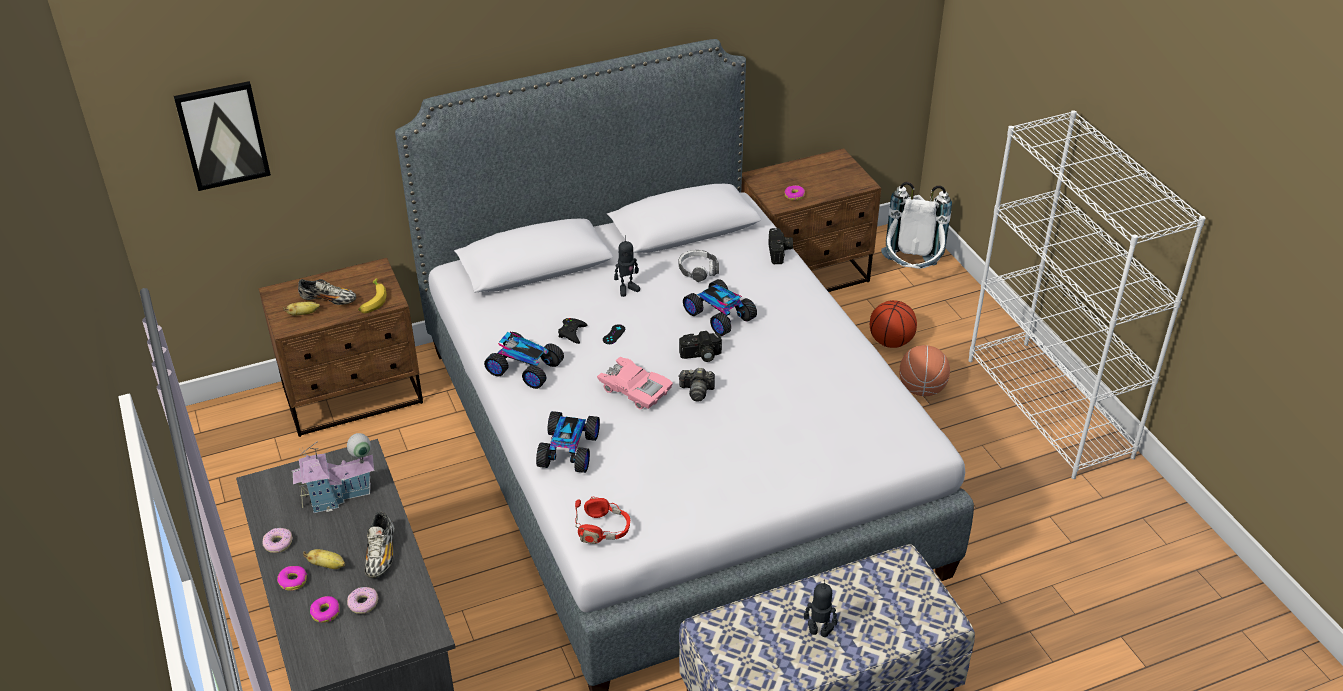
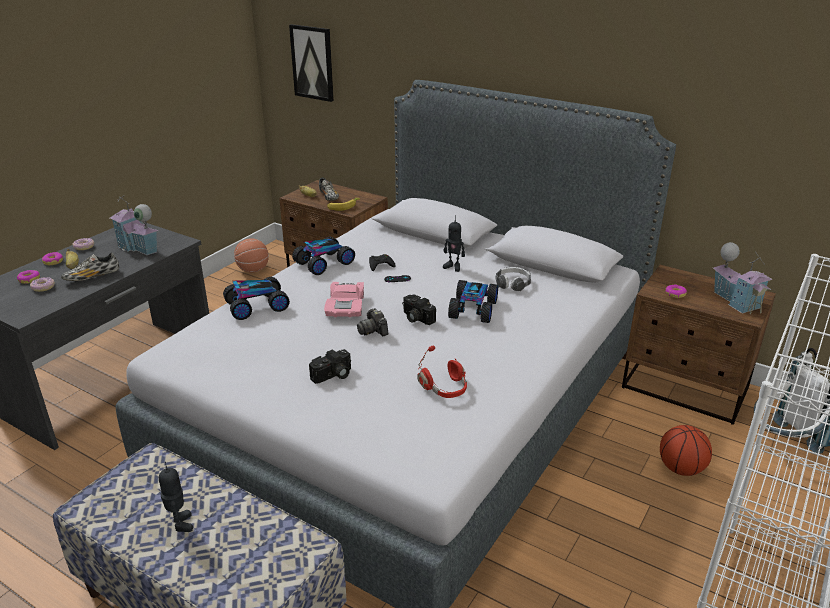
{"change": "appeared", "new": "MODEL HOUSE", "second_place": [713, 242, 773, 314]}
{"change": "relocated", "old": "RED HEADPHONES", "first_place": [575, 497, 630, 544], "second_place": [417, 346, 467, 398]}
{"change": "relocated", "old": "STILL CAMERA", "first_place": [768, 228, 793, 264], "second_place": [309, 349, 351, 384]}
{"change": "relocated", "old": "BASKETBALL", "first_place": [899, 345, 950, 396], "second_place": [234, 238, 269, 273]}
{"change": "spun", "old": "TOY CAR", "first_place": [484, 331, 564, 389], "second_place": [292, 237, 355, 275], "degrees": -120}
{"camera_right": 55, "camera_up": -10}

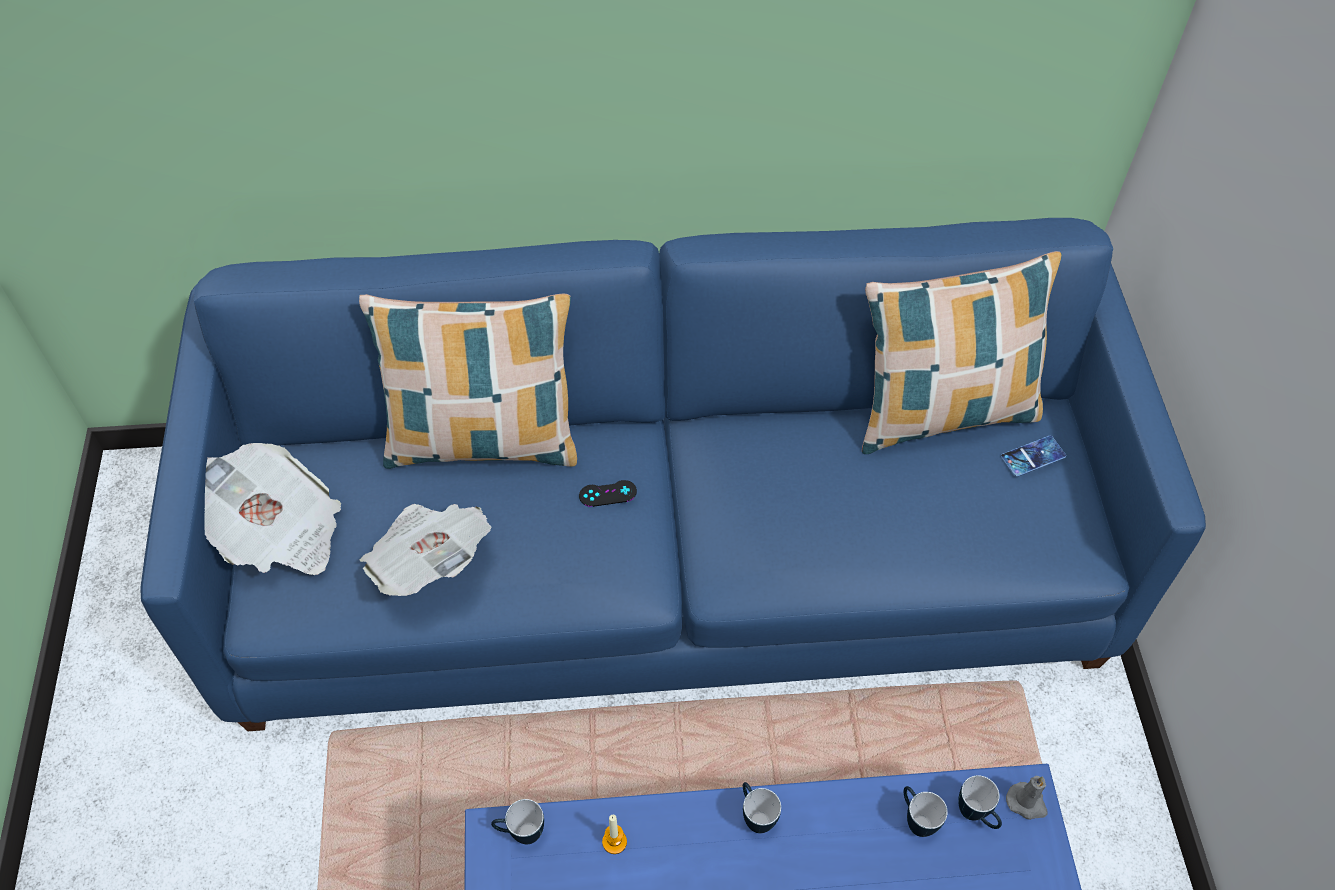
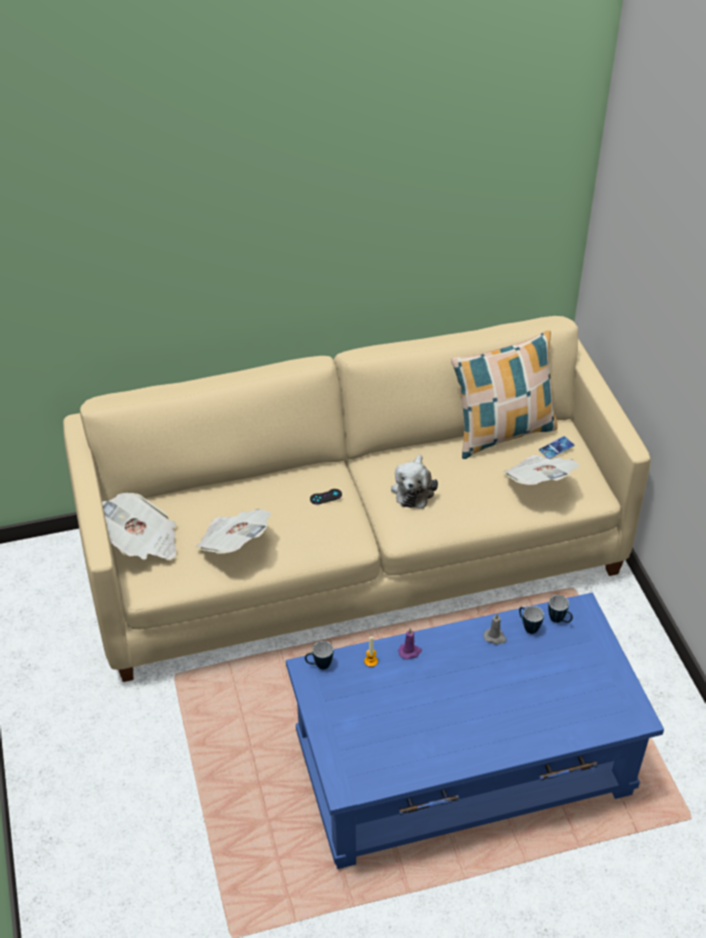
{"change": "missing", "old": "CUSHION", "first_place": [359, 294, 577, 469]}
{"change": "missing", "old": "TEA MUG", "first_place": [743, 782, 781, 833]}
{"change": "appeared", "new": "PLUSH TOY", "second_place": [391, 455, 438, 509]}
{"change": "appeared", "new": "PURPLE-COLOURED WAX CANDLE", "second_place": [398, 628, 422, 660]}
{"change": "appeared", "new": "DAILY PAPER", "second_place": [503, 455, 580, 485]}
{"change": "relocated", "old": "GREY WAX CANDLE", "first_place": [1006, 776, 1048, 820], "second_place": [483, 613, 507, 645]}
{"change": "colour", "old": "BLUE SETTEE", "new": "BEIGE-COLOURED SETTEE", "first_place": [140, 218, 1206, 731], "second_place": [63, 316, 651, 682]}
{"camera_right": -10, "camera_up": -10}

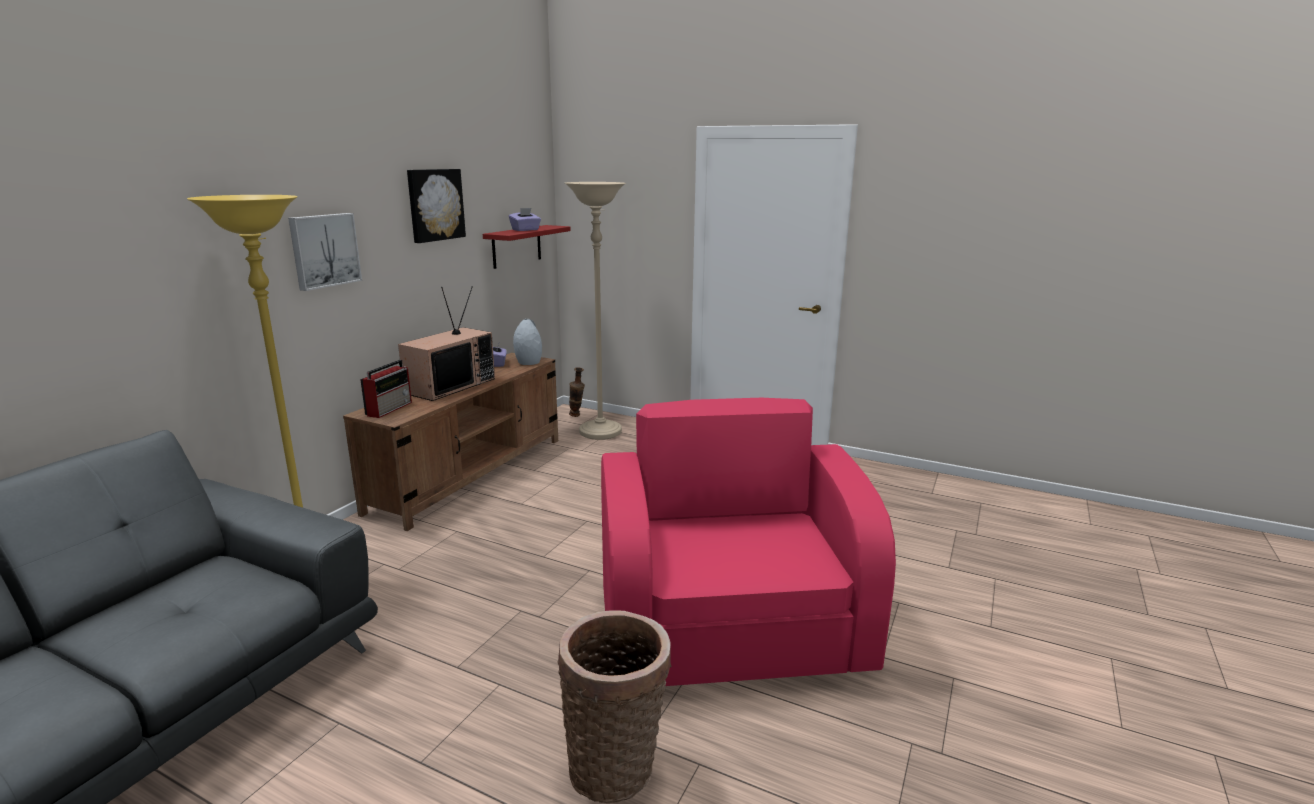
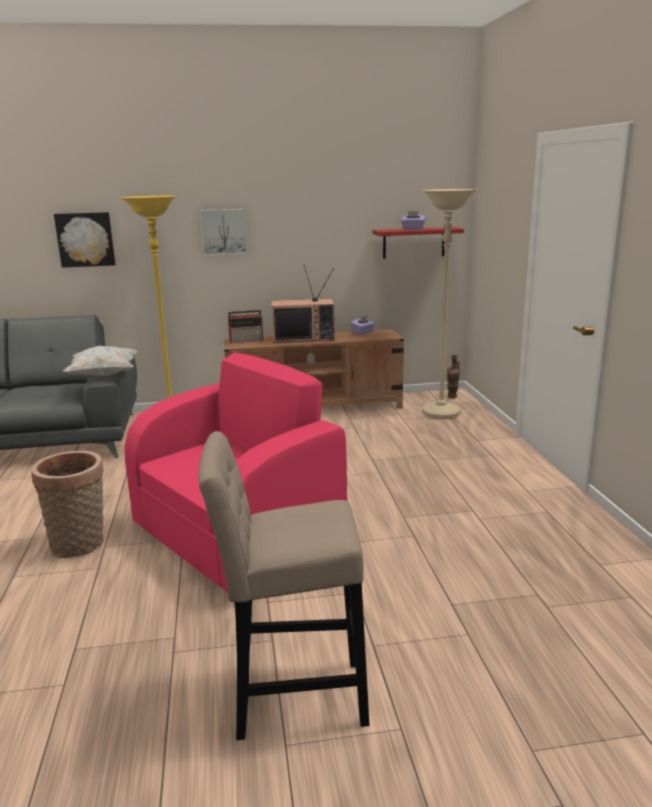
{"change": "missing", "old": "GREY VASE", "first_place": [513, 319, 542, 365]}
{"change": "appeared", "new": "WHITISH CUSHION", "second_place": [63, 346, 138, 376]}
{"change": "appeared", "new": "BEIGE-COLOURED STOOL", "second_place": [198, 431, 369, 740]}
{"change": "relocated", "old": "WALL PICTURE", "first_place": [407, 169, 466, 243], "second_place": [54, 212, 115, 268]}
{"camera_right": 55, "camera_up": 0}

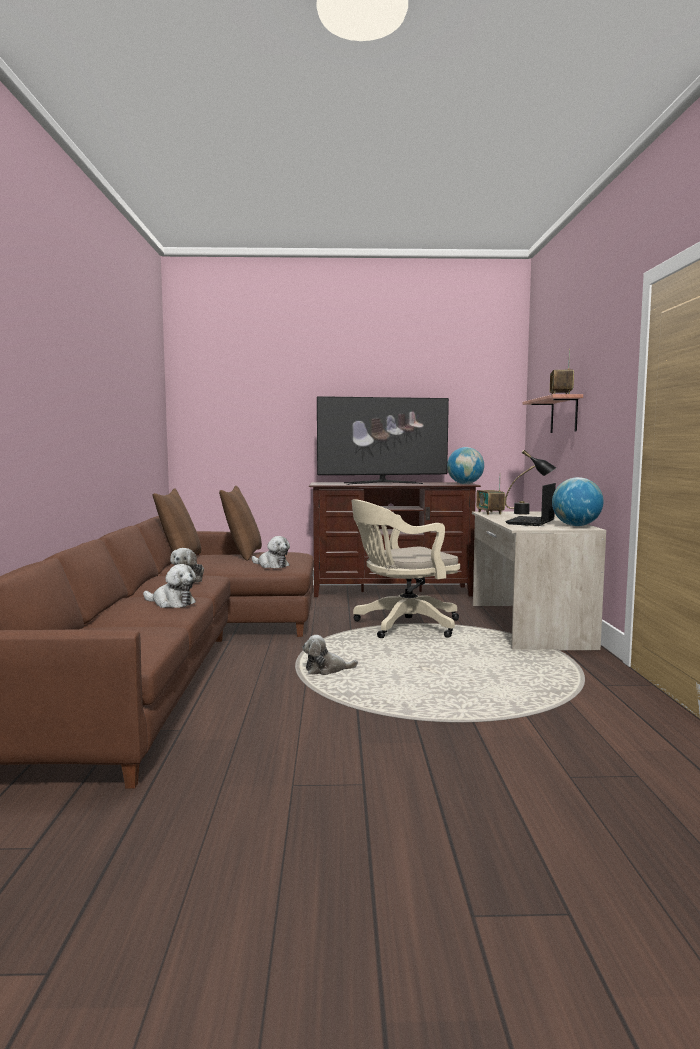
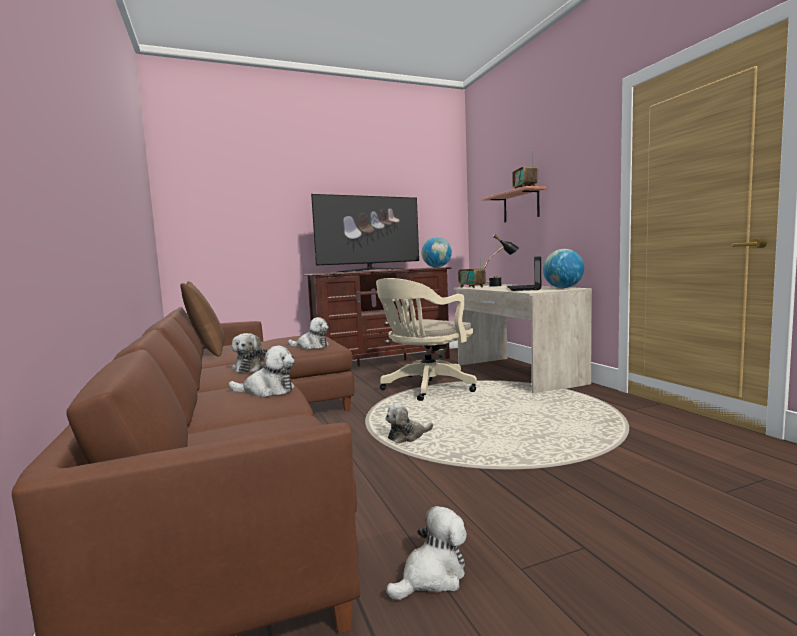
{"change": "missing", "old": "BROWN CUSHION", "first_place": [219, 486, 262, 561]}
{"change": "appeared", "new": "PLUSH TOY", "second_place": [386, 506, 467, 600]}
{"camera_right": -20, "camera_up": 0}

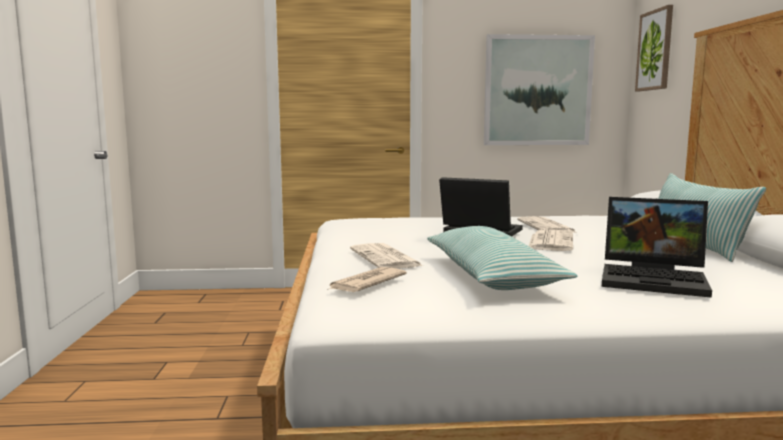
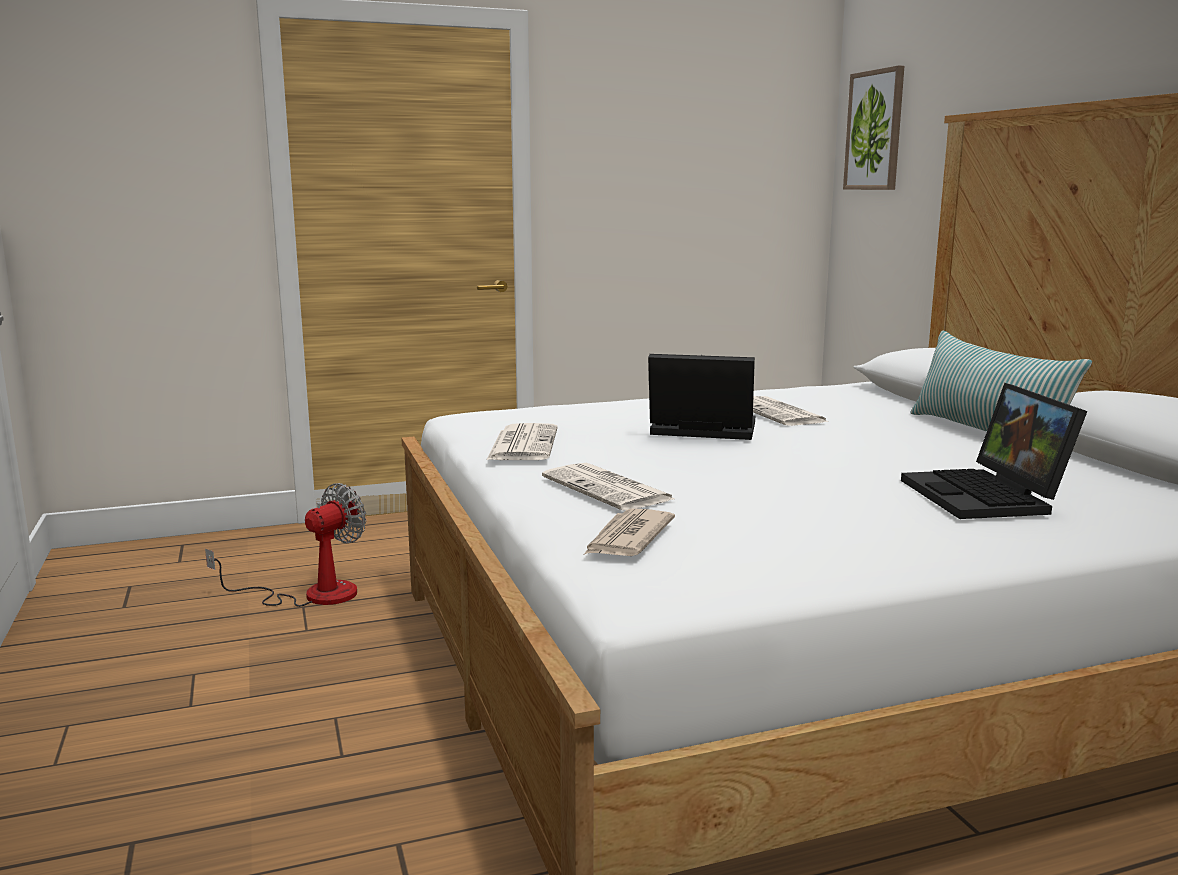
{"change": "missing", "old": "CUSHION", "first_place": [427, 226, 577, 290]}
{"change": "missing", "old": "WALL PICTURE", "first_place": [484, 34, 595, 145]}
{"change": "appeared", "new": "ELECTRIC FAN", "second_place": [205, 483, 366, 607]}
{"change": "relocated", "old": "DAILY PAPER", "first_place": [529, 230, 573, 251], "second_place": [486, 423, 558, 460]}
{"change": "spun", "old": "PORTABLE COMPUTER", "first_place": [602, 197, 712, 298], "second_place": [901, 383, 1087, 519], "degrees": 75}
{"camera_right": -15, "camera_up": 5}

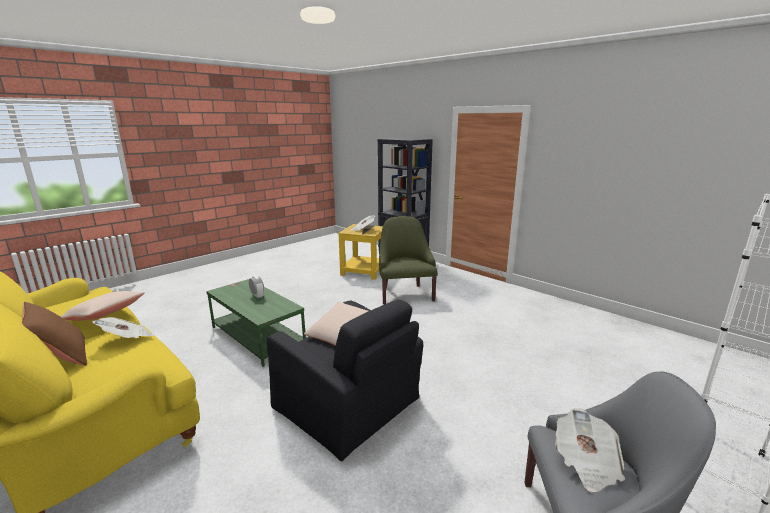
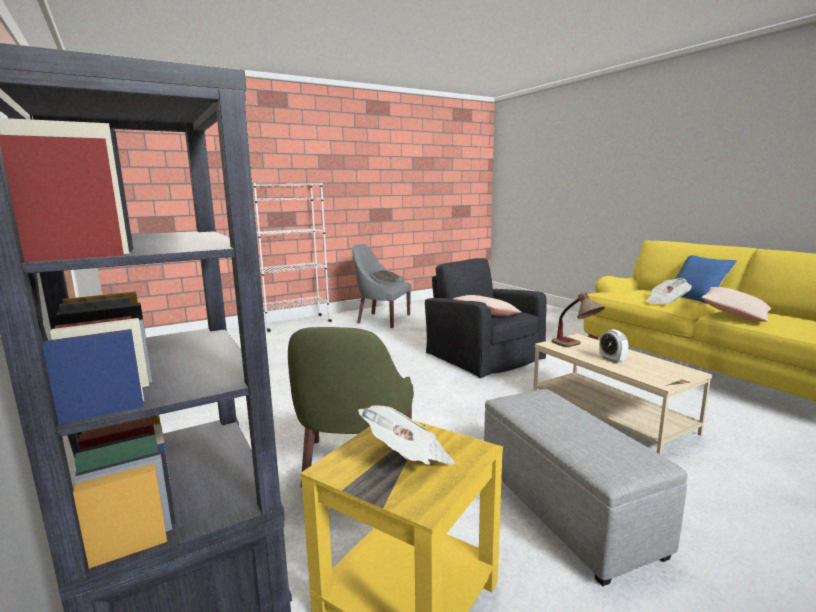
{"change": "appeared", "new": "GREY FOOTREST", "second_place": [484, 389, 688, 587]}
{"change": "appeared", "new": "TABLE LAMP", "second_place": [552, 292, 605, 347]}
{"change": "colour", "old": "BROWN CUSHION", "new": "BLUE CUSHION", "first_place": [22, 302, 87, 366], "second_place": [675, 255, 737, 304]}
{"change": "colour", "old": "GREEN-COLOURED LOW TABLE", "new": "BEIGE-COLOURED LOW TABLE", "first_place": [206, 279, 306, 367], "second_place": [533, 334, 712, 455]}
{"camera_right": -165, "camera_up": -5}

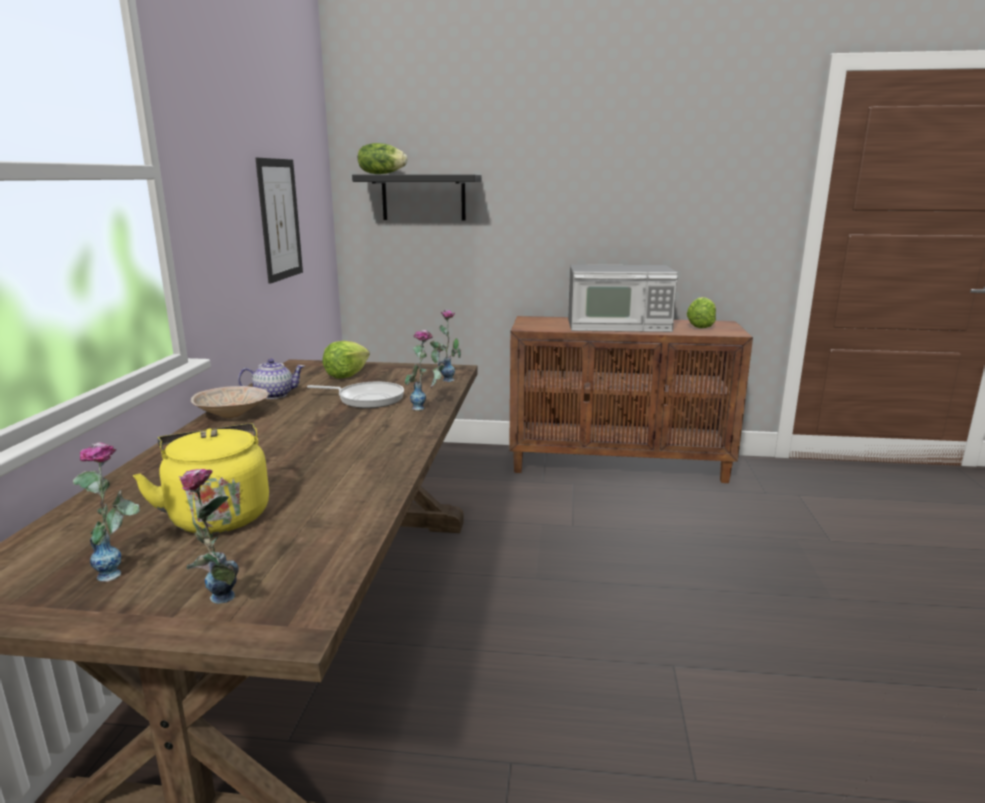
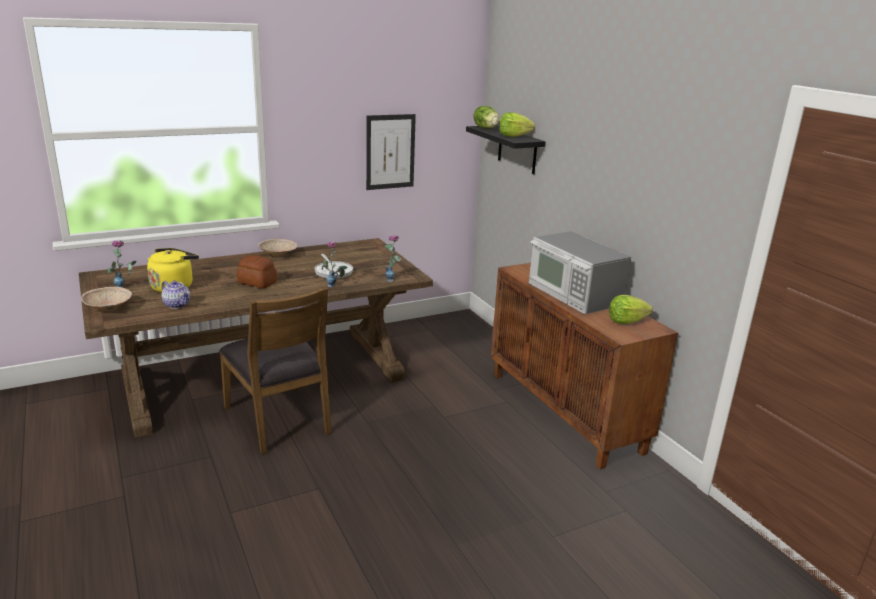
{"change": "appeared", "new": "BROWN PLAIN CHAIR", "second_place": [219, 286, 332, 455]}
{"change": "appeared", "new": "BAKERY BREAD", "second_place": [237, 255, 277, 288]}
{"change": "relocated", "old": "TEA POT", "first_place": [238, 359, 305, 399], "second_place": [161, 281, 190, 309]}
{"change": "relocated", "old": "HEAD OF LETTUCE", "first_place": [322, 341, 370, 378], "second_place": [499, 112, 535, 137]}
{"change": "exchanged", "old": "VASE", "new": "BEIGE-COLOURED DEEP DISH", "first_place": [178, 469, 239, 604], "second_place": [81, 287, 132, 310]}
{"camera_right": 55, "camera_up": 5}

